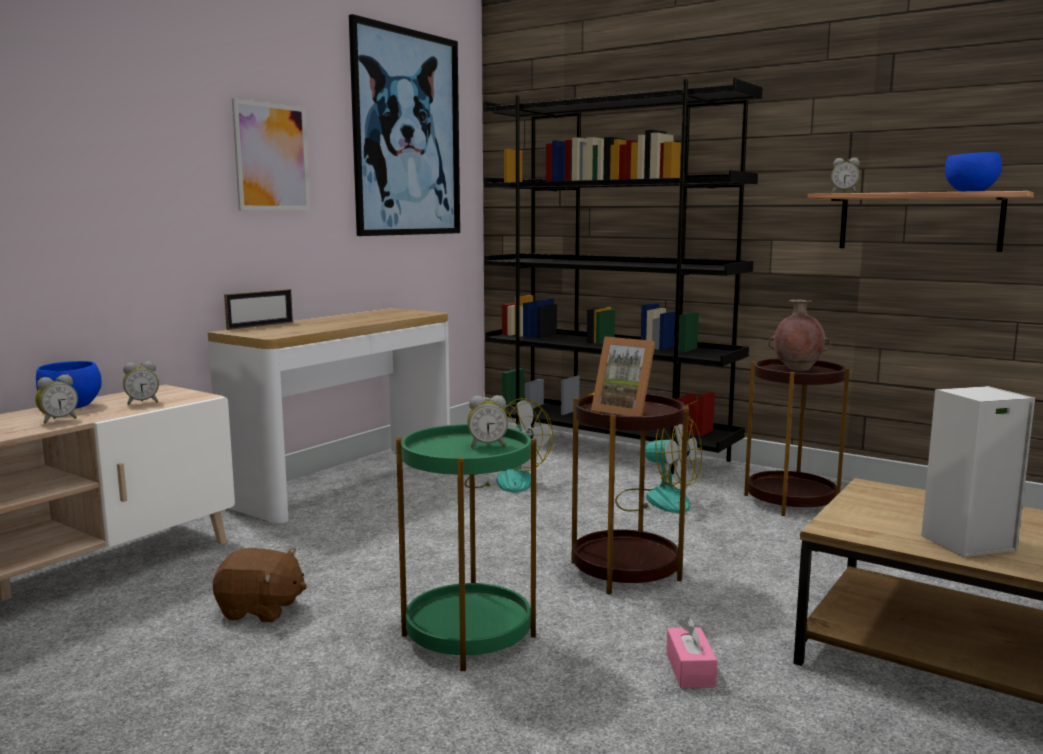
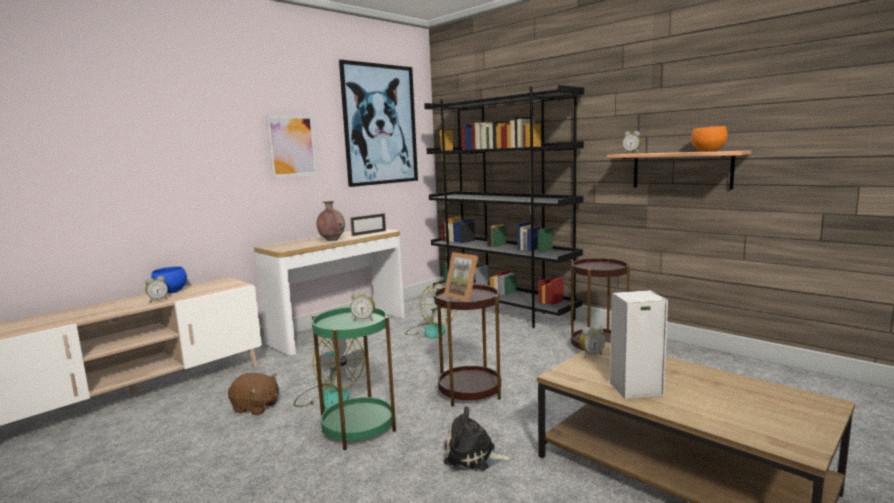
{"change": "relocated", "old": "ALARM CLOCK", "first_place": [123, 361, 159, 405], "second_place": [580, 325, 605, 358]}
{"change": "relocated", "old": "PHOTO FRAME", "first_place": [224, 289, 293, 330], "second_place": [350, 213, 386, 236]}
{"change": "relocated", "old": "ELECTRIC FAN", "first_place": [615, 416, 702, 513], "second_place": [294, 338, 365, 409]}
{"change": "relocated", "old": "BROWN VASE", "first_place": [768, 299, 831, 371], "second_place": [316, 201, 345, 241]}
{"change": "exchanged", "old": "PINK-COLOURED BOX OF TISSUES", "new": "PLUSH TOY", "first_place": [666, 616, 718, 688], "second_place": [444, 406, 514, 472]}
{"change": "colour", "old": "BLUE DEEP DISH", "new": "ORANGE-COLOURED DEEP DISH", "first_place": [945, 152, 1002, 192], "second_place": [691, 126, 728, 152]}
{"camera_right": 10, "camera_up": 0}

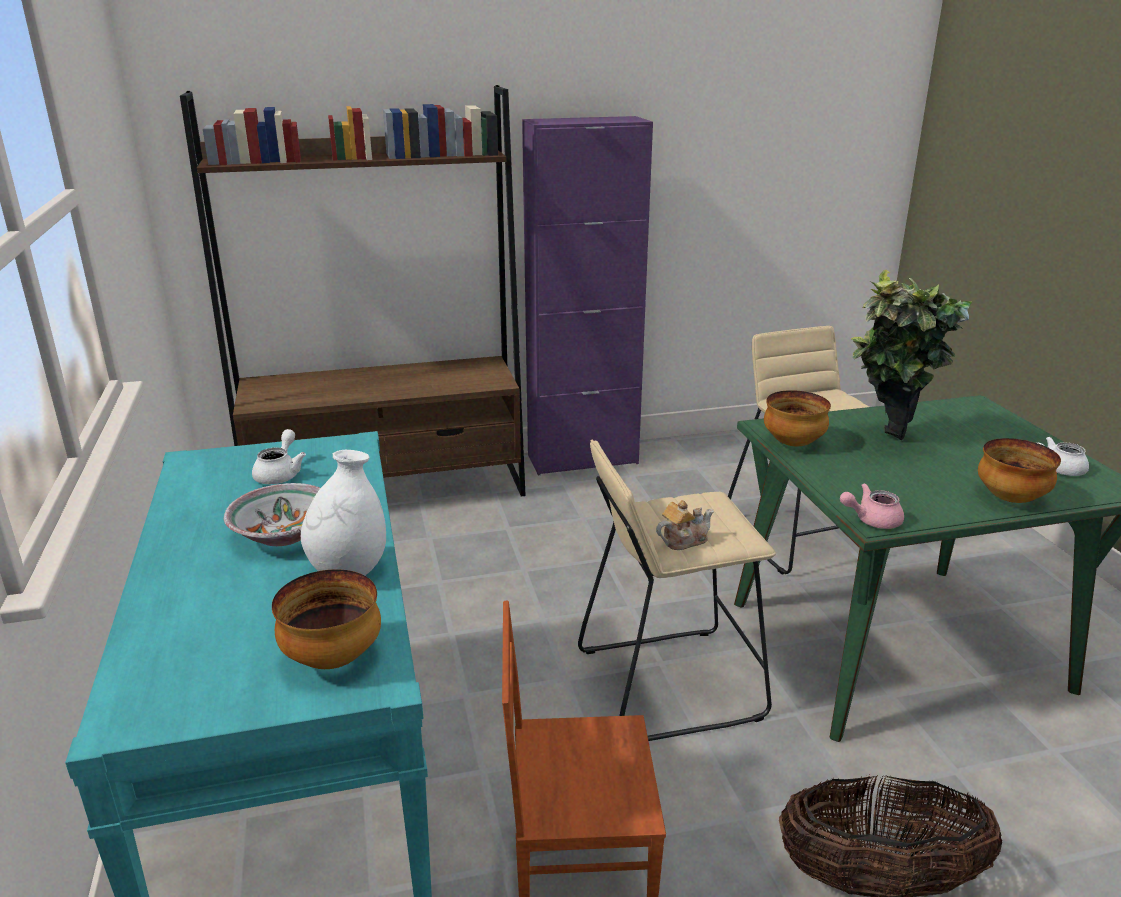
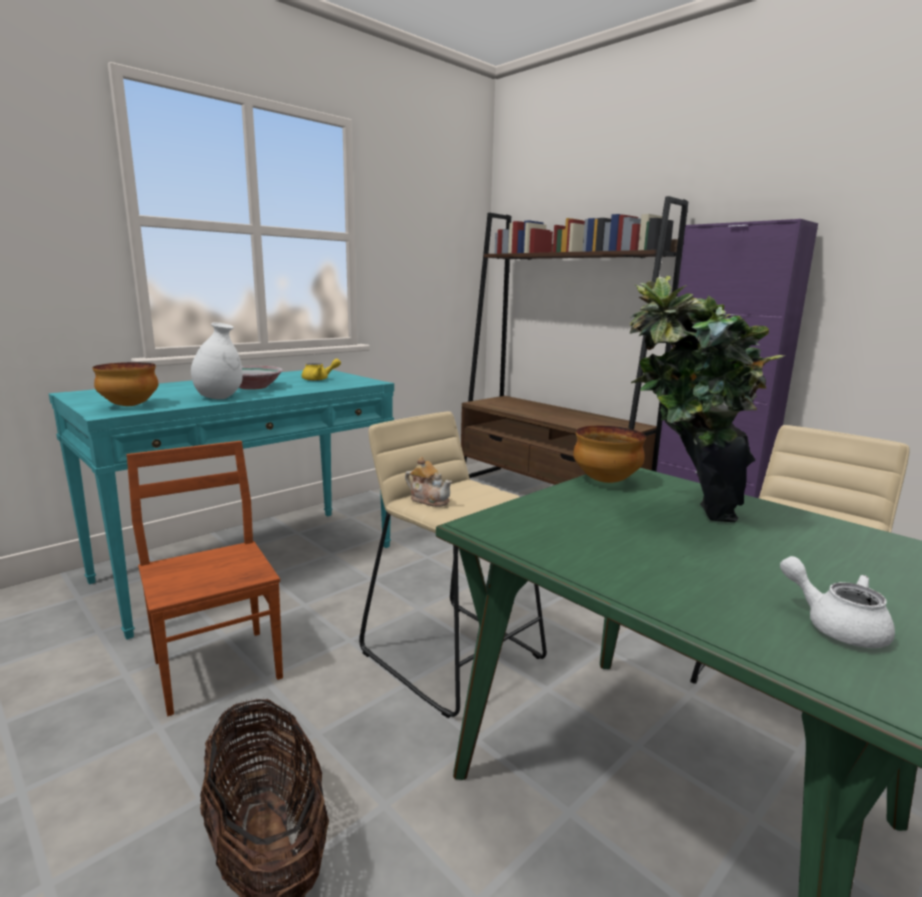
{"change": "missing", "old": "PINK-COLOURED TEA POT", "first_place": [840, 483, 904, 529]}
{"change": "missing", "old": "DEEP DISH", "first_place": [978, 438, 1061, 503]}
{"change": "colour", "old": "WHITISH TEA POT", "new": "YELLOW TEA POT", "first_place": [252, 429, 306, 484], "second_place": [302, 359, 341, 381]}
{"camera_right": 60, "camera_up": -10}

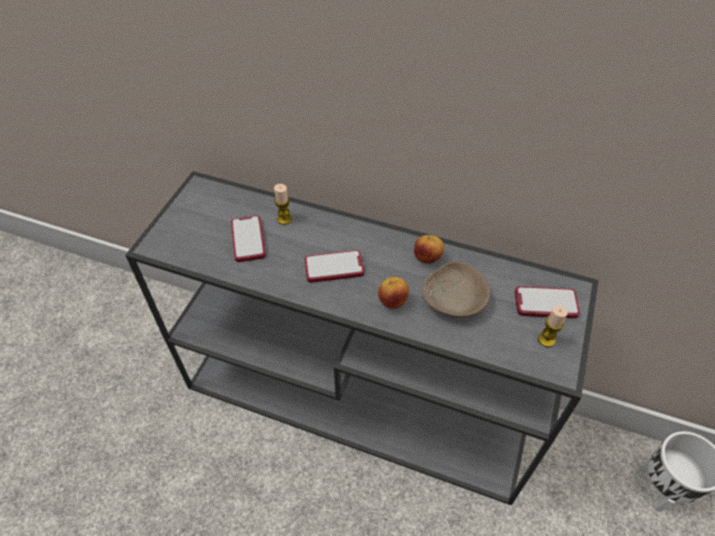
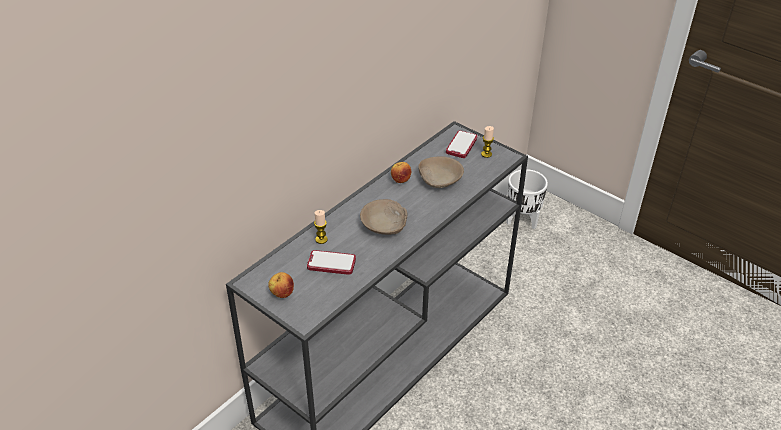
{"change": "relocated", "old": "APPLE FRUIT", "first_place": [378, 277, 409, 309], "second_place": [268, 272, 294, 298]}
{"change": "exchanged", "old": "HANDSET", "new": "BEIGE-COLOURED DEEP DISH", "first_place": [305, 250, 364, 283], "second_place": [360, 199, 407, 235]}
{"camera_right": -70, "camera_up": -10}

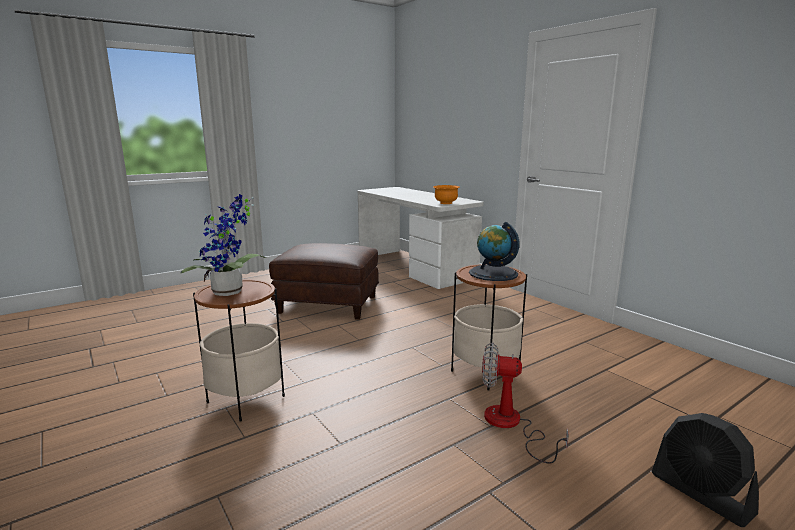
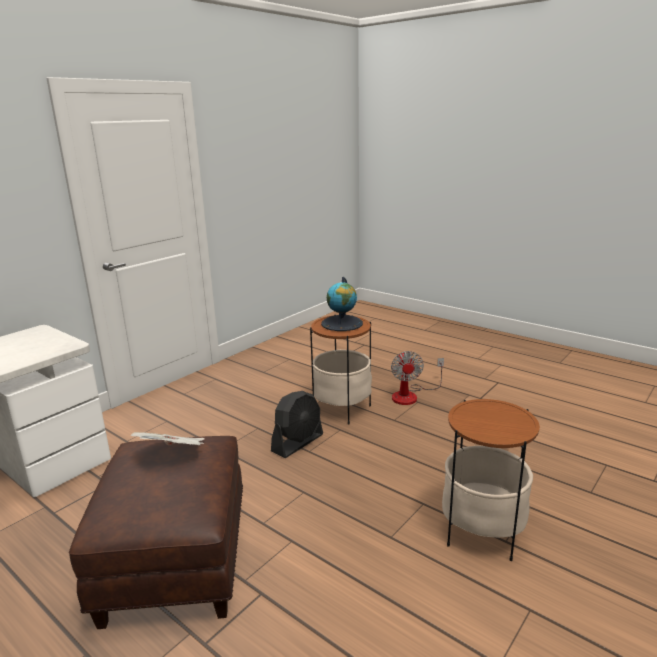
{"change": "missing", "old": "POTTED PLANT", "first_place": [180, 194, 266, 296]}
{"change": "missing", "old": "ORANGE-COLOURED DEEP DISH", "first_place": [434, 185, 460, 204]}
{"change": "appeared", "new": "DAILY PAPER", "second_place": [131, 432, 205, 445]}
{"change": "relocated", "old": "BLACKISH ELECTRIC FAN", "first_place": [651, 413, 759, 527], "second_place": [271, 391, 323, 458]}
{"camera_right": -105, "camera_up": 5}

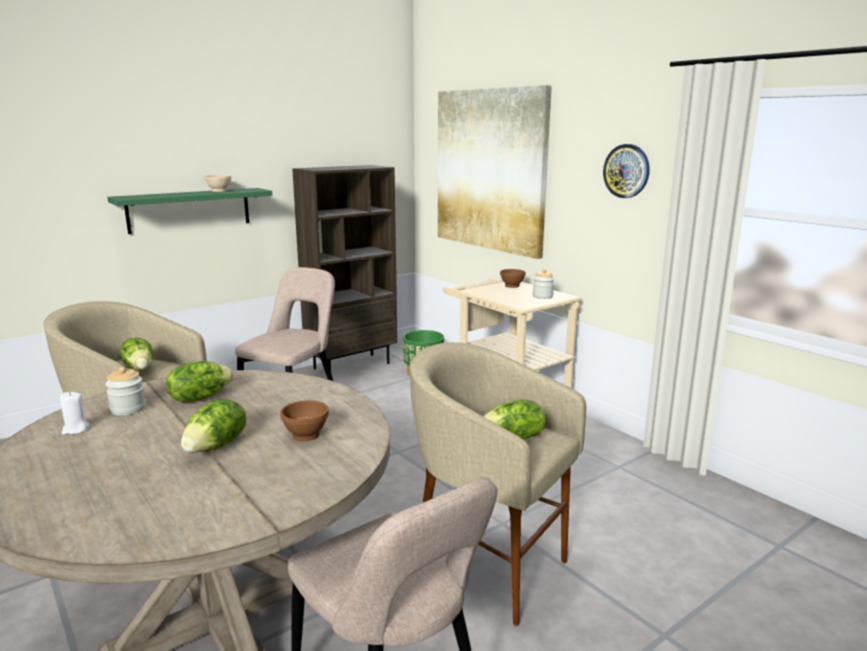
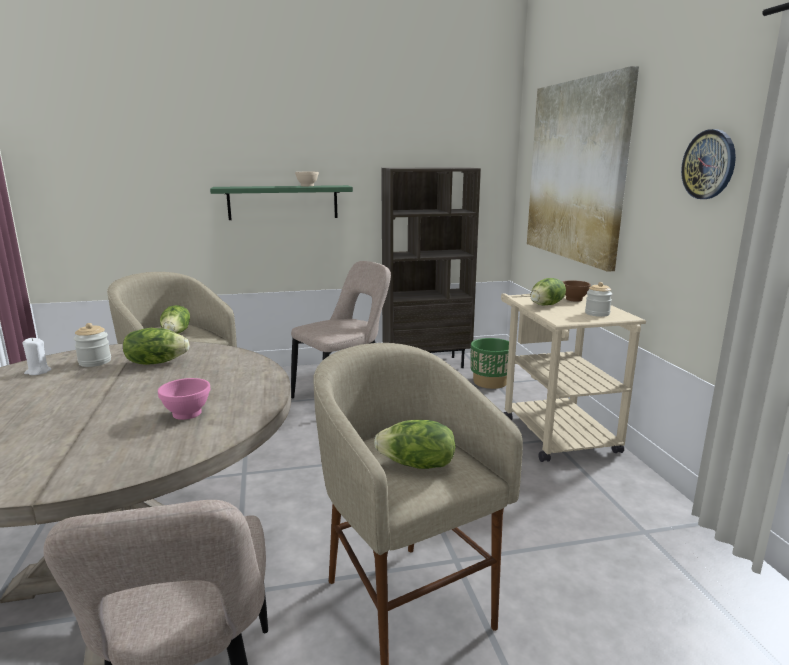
{"change": "relocated", "old": "HEAD OF LETTUCE", "first_place": [181, 399, 246, 453], "second_place": [530, 278, 566, 306]}
{"change": "colour", "old": "BROWN DEEP DISH", "new": "PINK-COLOURED DEEP DISH", "first_place": [280, 400, 329, 441], "second_place": [158, 378, 210, 420]}
{"camera_right": 25, "camera_up": 0}

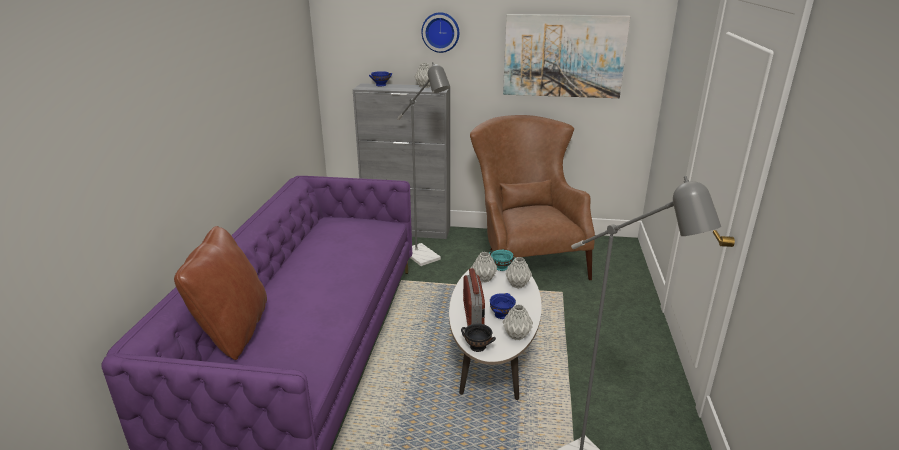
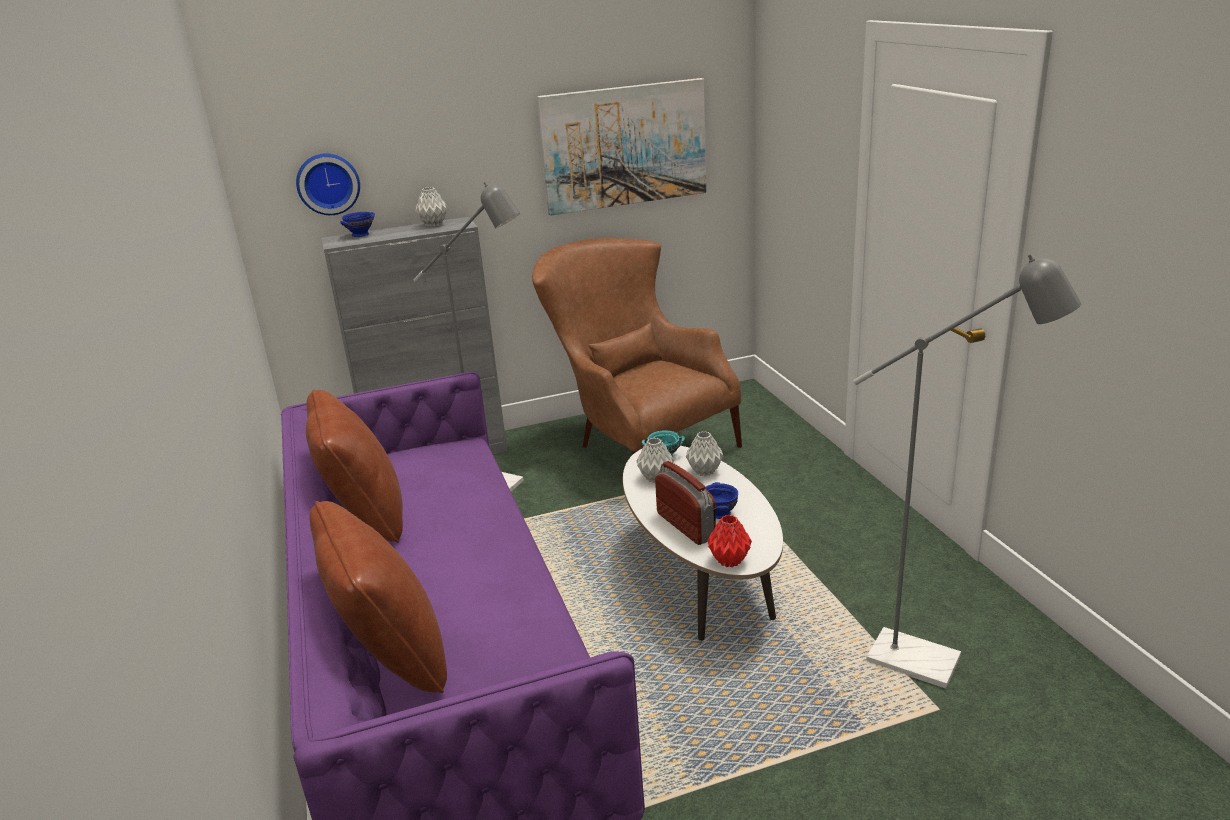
{"change": "missing", "old": "GREY VASE", "first_place": [503, 304, 533, 340]}
{"change": "appeared", "new": "BROWN CUSHION", "second_place": [306, 389, 403, 543]}
{"change": "relocated", "old": "HANGING CLOCK", "first_place": [421, 12, 459, 53], "second_place": [296, 153, 360, 215]}
{"change": "exchanged", "old": "BLACKISH DEEP DISH", "new": "RED VASE", "first_place": [461, 324, 496, 352], "second_place": [707, 515, 752, 567]}
{"camera_right": -25, "camera_up": 0}

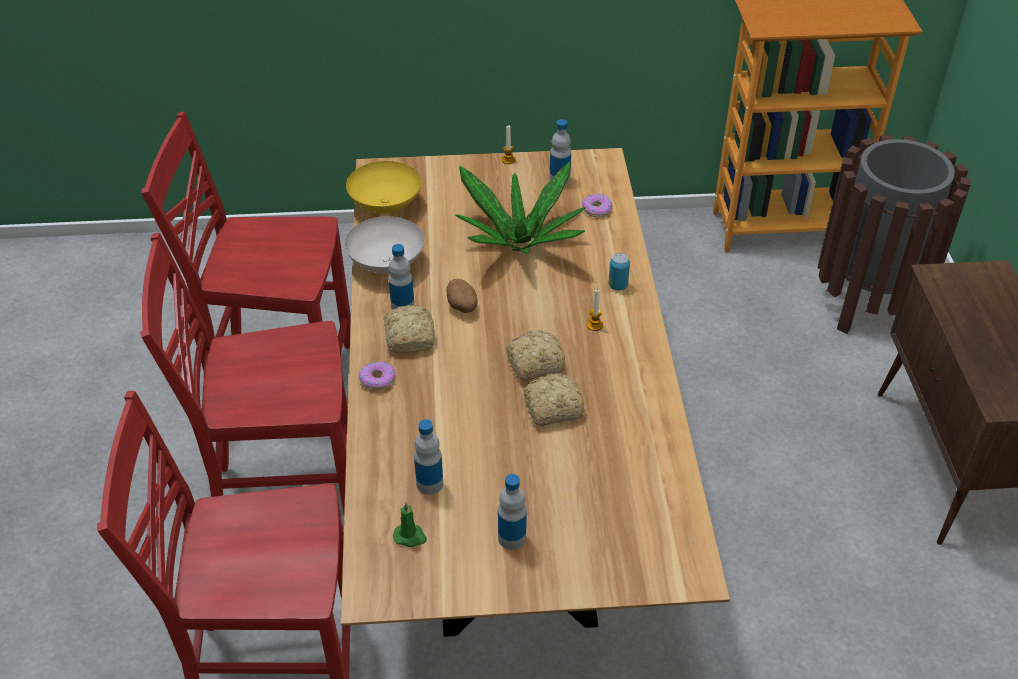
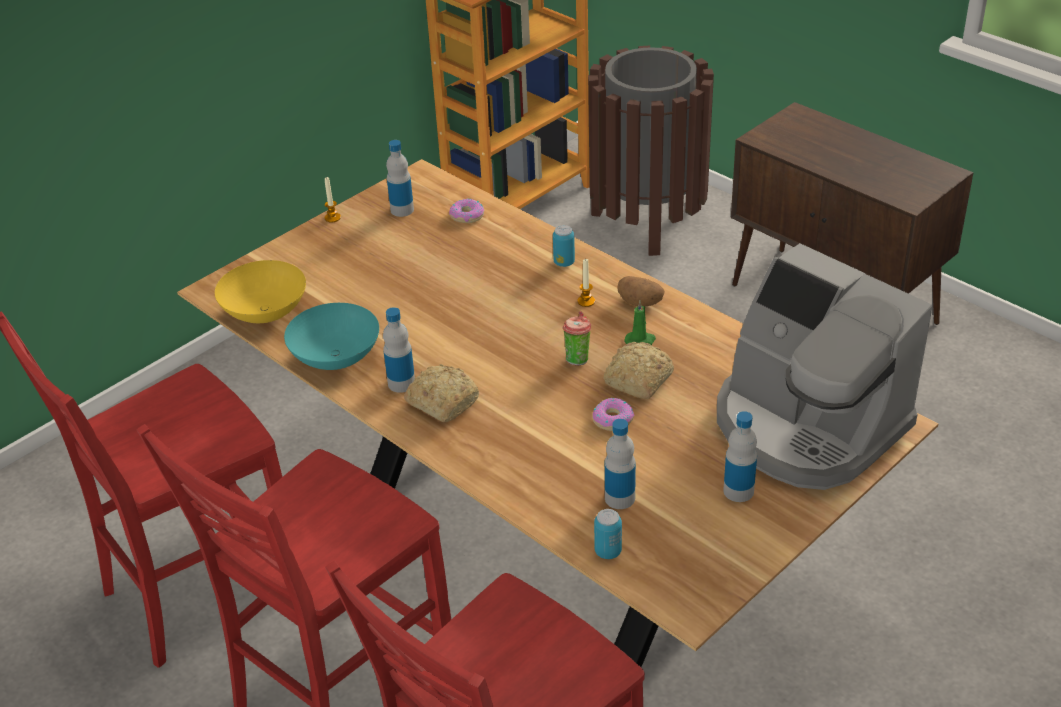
{"change": "missing", "old": "POTTED PLANT", "first_place": [455, 162, 585, 254]}
{"change": "appeared", "new": "SEALED CAN", "second_place": [594, 509, 622, 559]}
{"change": "appeared", "new": "COFFEE BREWER", "second_place": [717, 243, 932, 490]}
{"change": "relocated", "old": "RING DOUGHNUT", "first_place": [358, 362, 395, 390], "second_place": [592, 398, 635, 431]}
{"change": "relocated", "old": "GREEN-COLOURED WAX CANDLE", "first_place": [393, 502, 427, 547], "second_place": [624, 300, 656, 345]}
{"change": "relocated", "old": "POTATO", "first_place": [447, 279, 477, 313], "second_place": [617, 276, 665, 306]}
{"change": "exchanged", "old": "BAKERY BREAD", "new": "DRINKING CUP", "first_place": [506, 330, 566, 381], "second_place": [563, 311, 591, 366]}
{"change": "colour", "old": "WHITISH DEEP DISH", "new": "TURQUOISE-COLOURED DEEP DISH", "first_place": [345, 216, 424, 274], "second_place": [284, 303, 379, 370]}
{"camera_right": -40, "camera_up": -5}

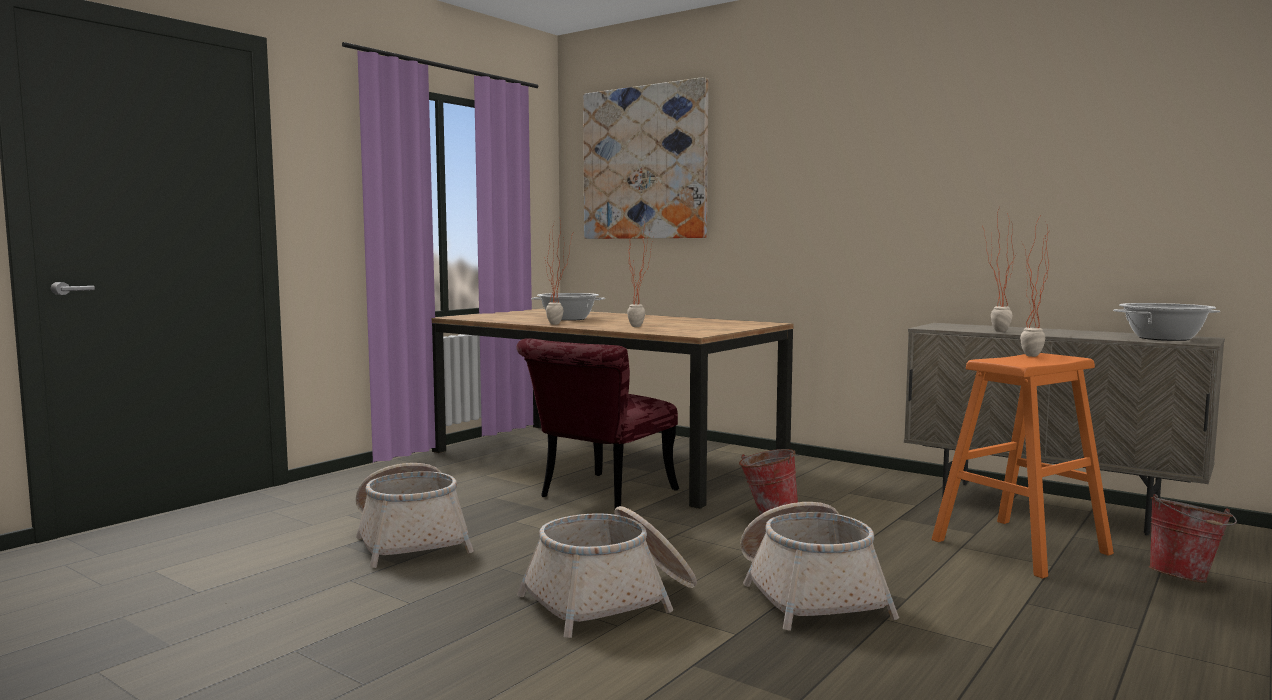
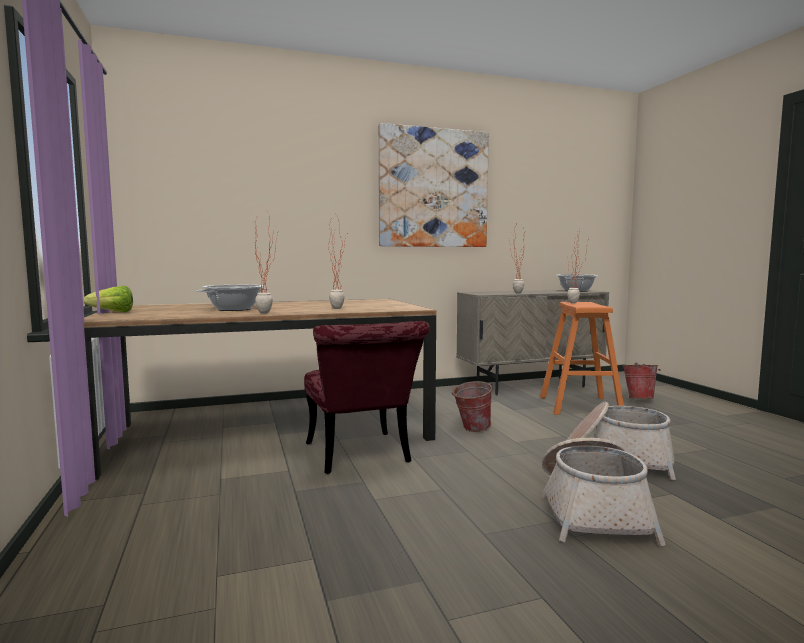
{"change": "missing", "old": "STORAGE BASKET", "first_place": [356, 463, 474, 568]}
{"change": "appeared", "new": "HEAD OF LETTUCE", "second_place": [84, 286, 133, 312]}
{"change": "relocated", "old": "WALL PICTURE", "first_place": [583, 77, 708, 239], "second_place": [378, 123, 489, 247]}
{"camera_right": -55, "camera_up": 0}

